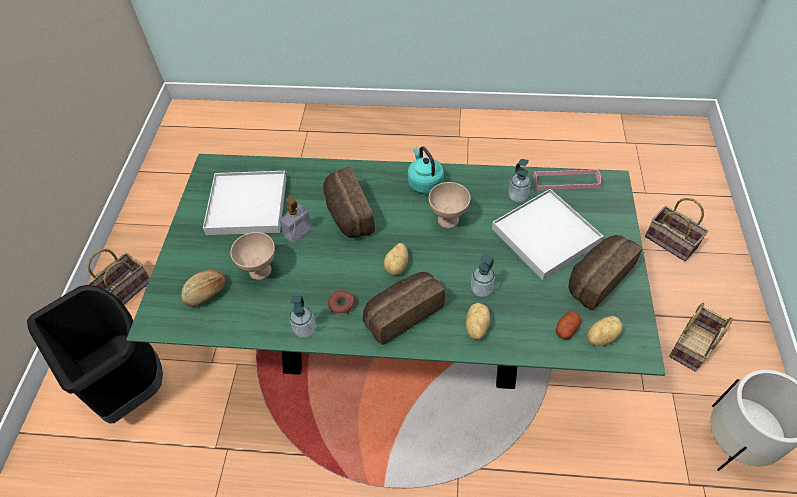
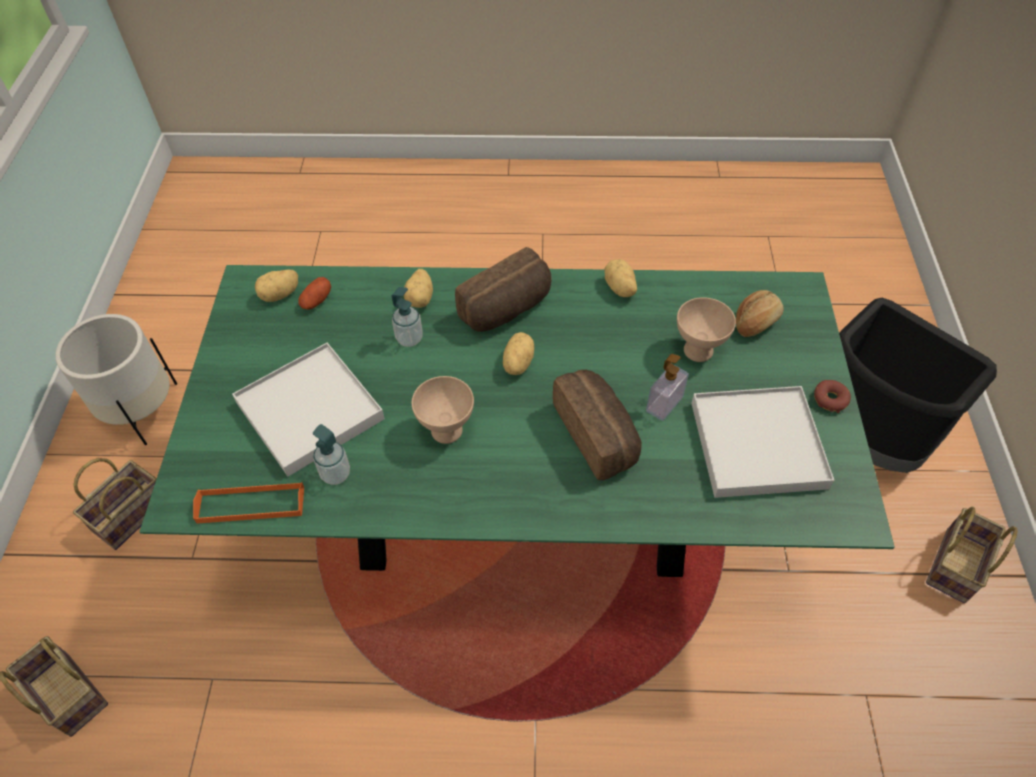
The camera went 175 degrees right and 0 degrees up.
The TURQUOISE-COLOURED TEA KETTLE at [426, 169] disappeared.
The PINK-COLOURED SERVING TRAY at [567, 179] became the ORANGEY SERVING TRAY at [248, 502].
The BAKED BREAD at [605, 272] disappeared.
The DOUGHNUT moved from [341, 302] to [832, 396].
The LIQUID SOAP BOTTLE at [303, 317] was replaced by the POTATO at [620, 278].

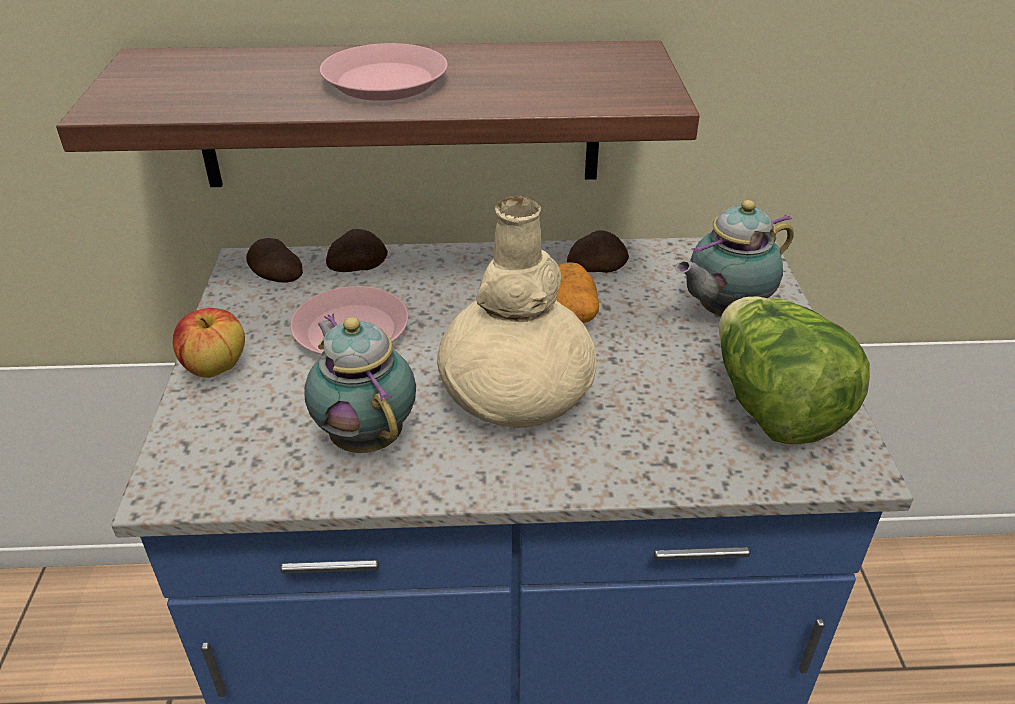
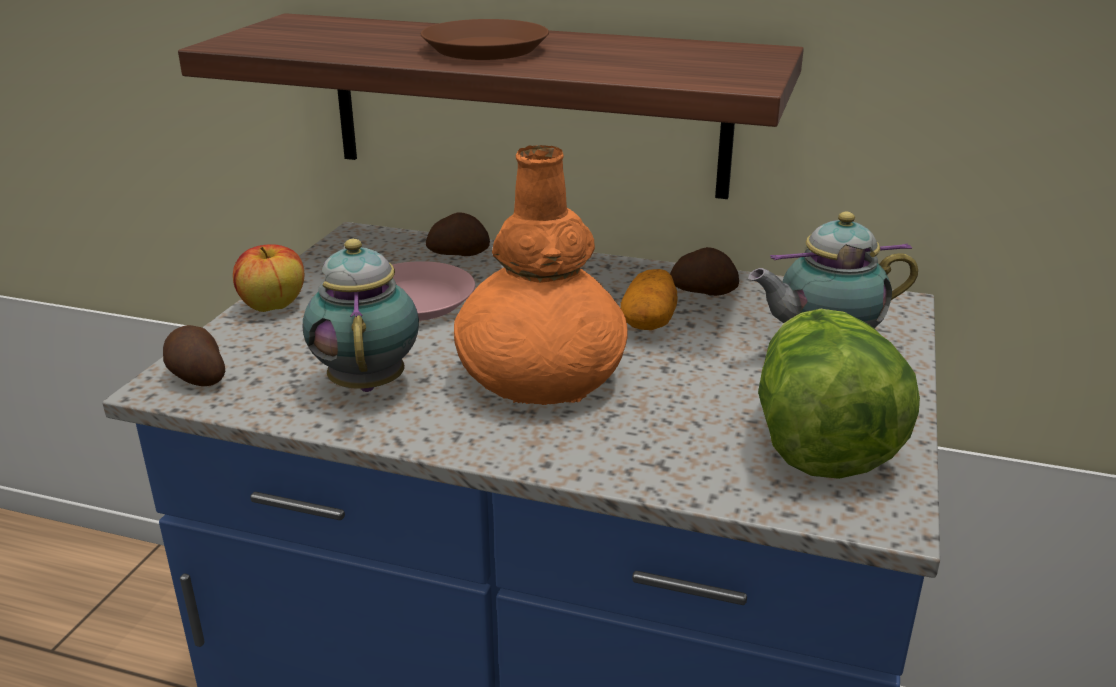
The camera went 20 degrees right and 10 degrees down.
The PINK-COLOURED FLAT DISH at [384, 72] became the BROWNISH FLAT DISH at [485, 39].
The BEIGE DECORATIVE VASE at [517, 312] became the ORANGEY DECORATIVE VASE at [540, 275].
The POTATO moved from [274, 260] to [194, 355].

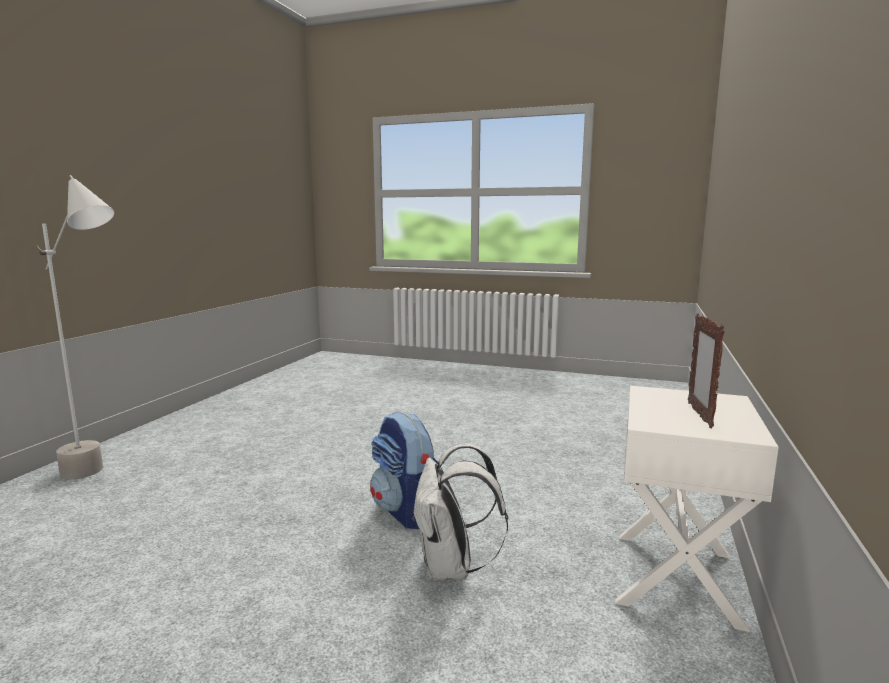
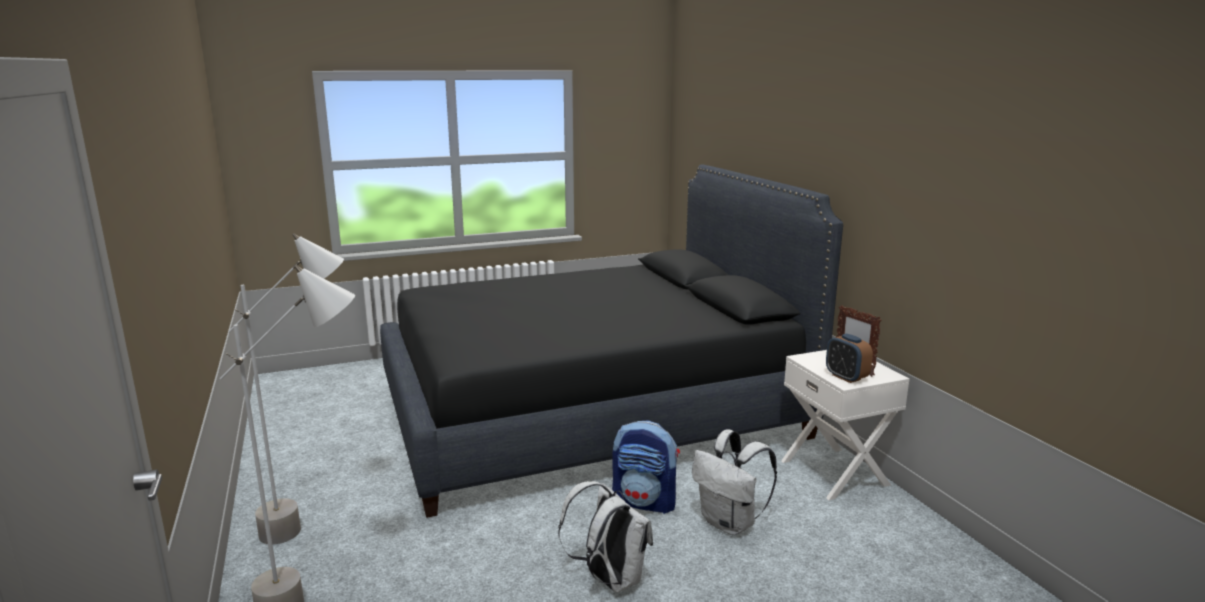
The camera went 40 degrees left and 5 degrees up.
The BLACKISH SLEEPING BED at [611, 341] appeared.
The GREY STANDING LAMP at [286, 388] appeared.
The ALARM CLOCK at [849, 358] appeared.
The WHITE-COLOURED RUCKSACK at [605, 537] appeared.

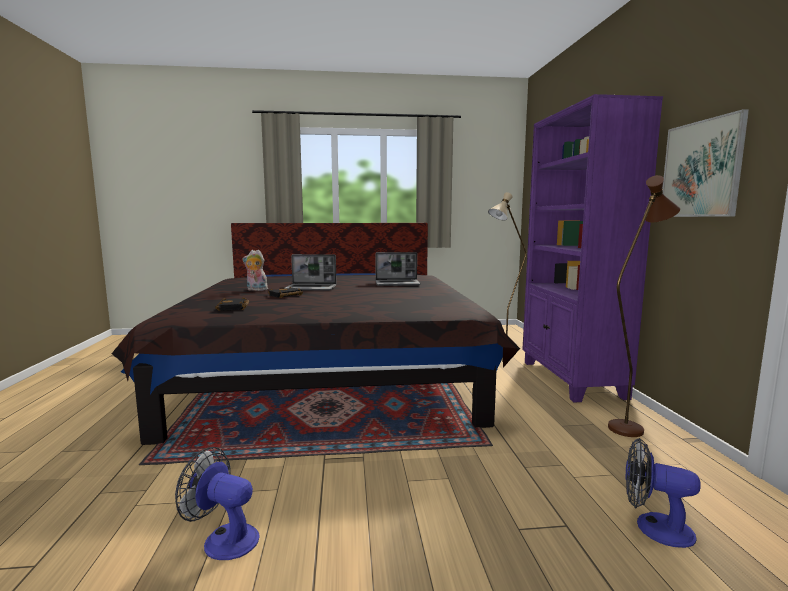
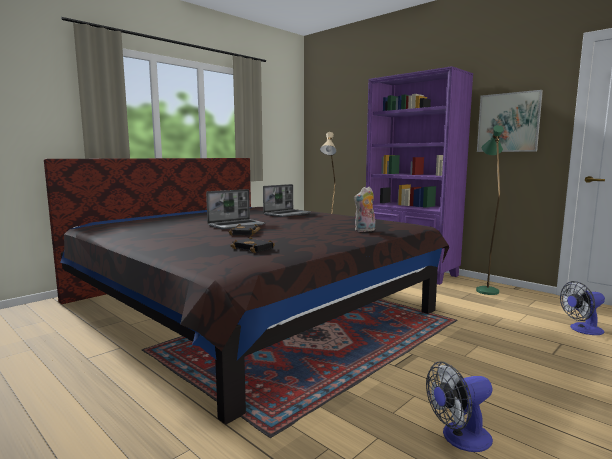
The camera went 40 degrees left and 0 degrees up.
The BROWNISH STANDING LAMP at [644, 306] became the GREENISH STANDING LAMP at [490, 210].
The SOFT TOY moved from [255, 270] to [364, 209].

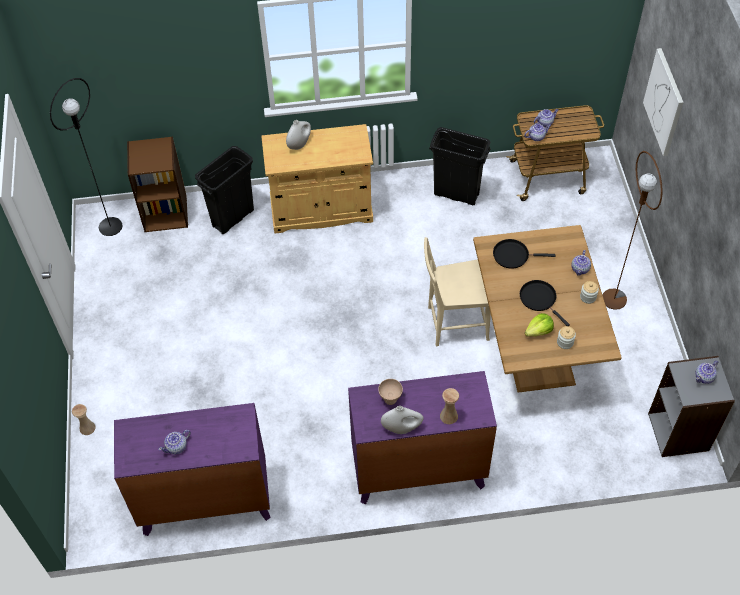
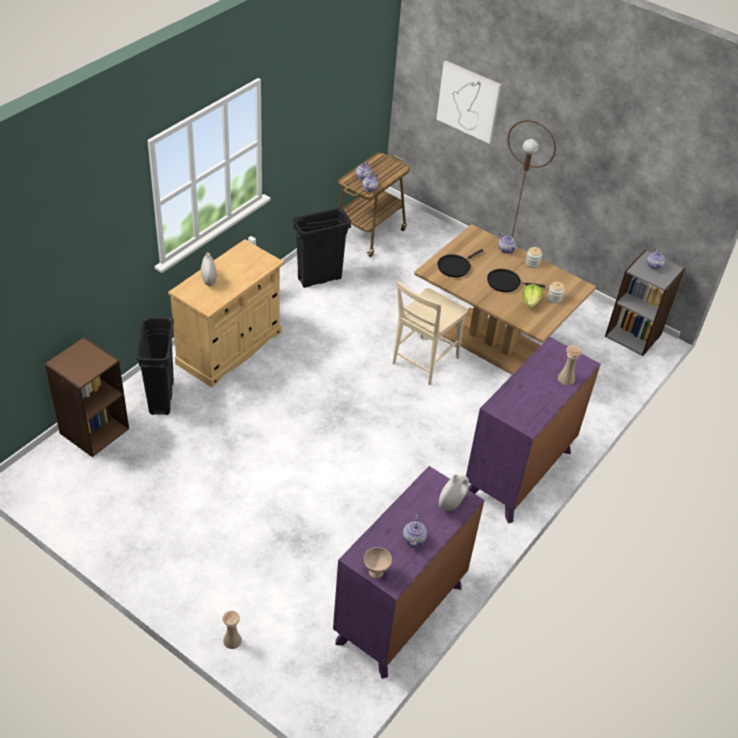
The camera went 50 degrees left and 10 degrees down.
The BLACKISH STANDING LAMP at [86, 157] disappeared.
The BEIGE SERVING BOWL moved from [390, 392] to [378, 563].
The WHITE-COLOURED DECORATIVE VASE moved from [402, 420] to [454, 492].

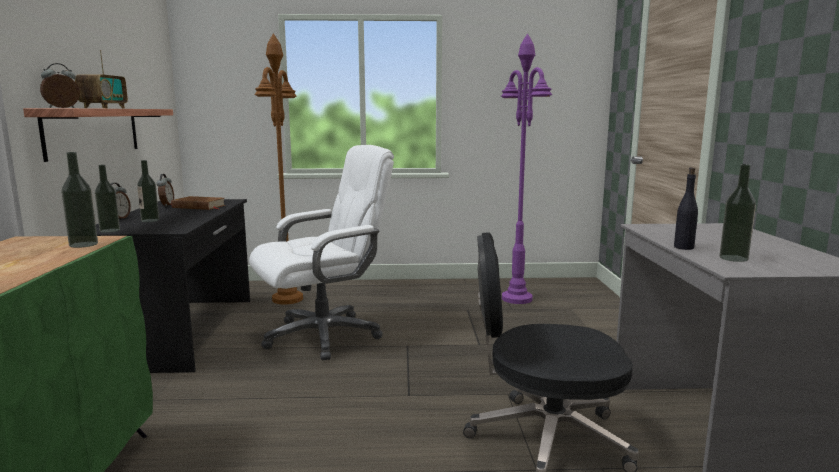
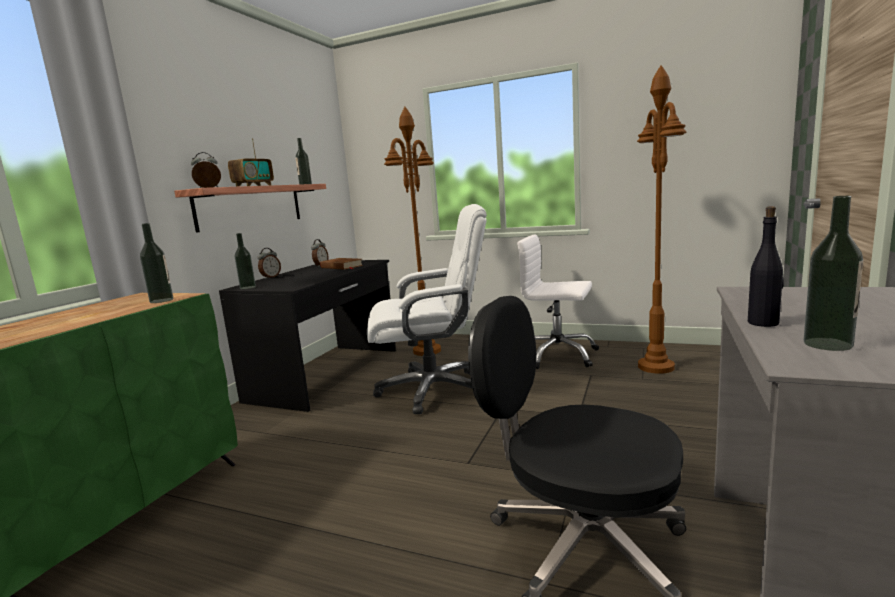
The camera went 25 degrees right and 0 degrees up.
The PURPLISH STANDING LAMP at [526, 169] became the BROWNISH STANDING LAMP at [661, 219].
The DRINK BOTTLE moved from [148, 191] to [303, 161].
The WHITE-COLOURED COMPUTER CHAIR at [558, 301] appeared.

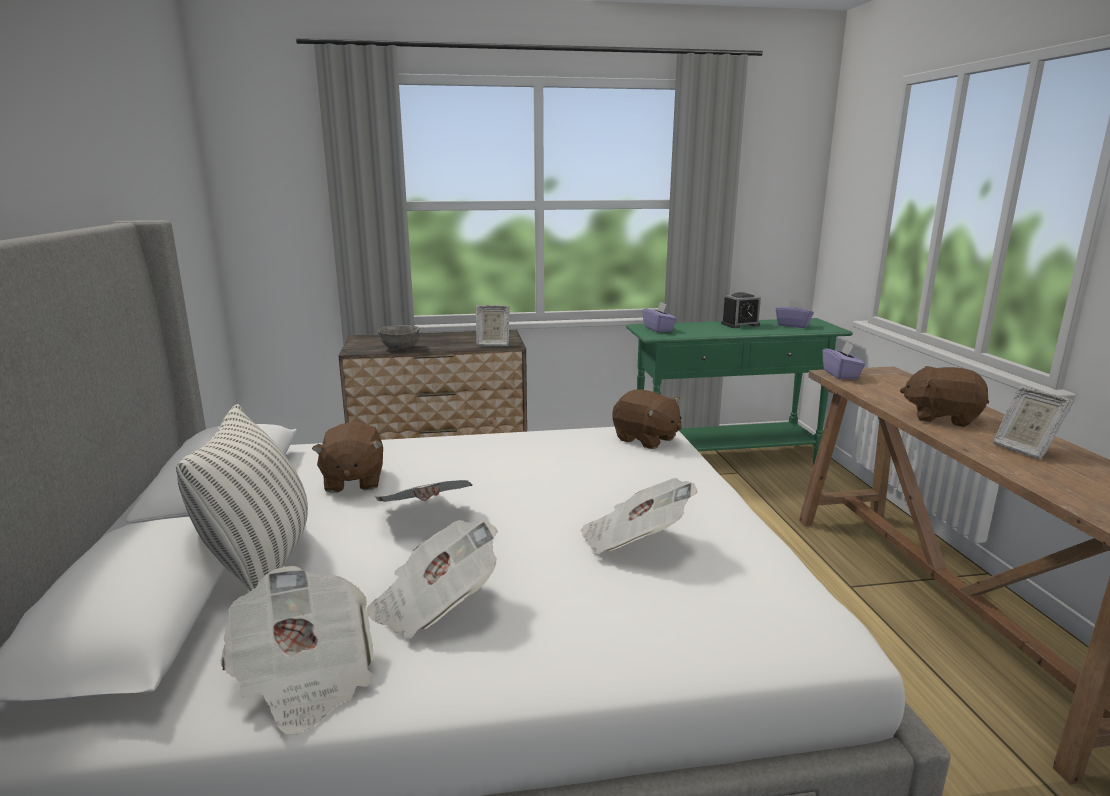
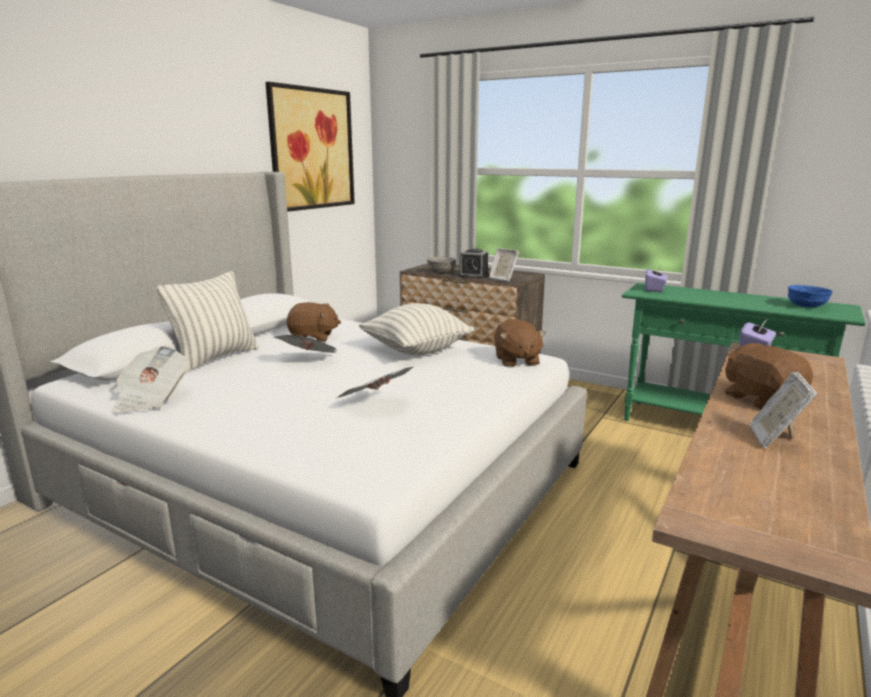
The camera went 40 degrees right and 0 degrees up.
The ALARM CLOCK moved from [741, 310] to [473, 263].
The PURPLISH TISSUE HOLDER at [795, 313] was replaced by the BLUE SERVING BOWL at [810, 296].
The BROWNISH SOFT TOY at [347, 457] turned 120 degrees counterclockwise.
The NEWSPAPER at [432, 579] disappeared.
The WALL PICTURE at [310, 147] appeared.
The THROW PILLOW at [417, 329] appeared.

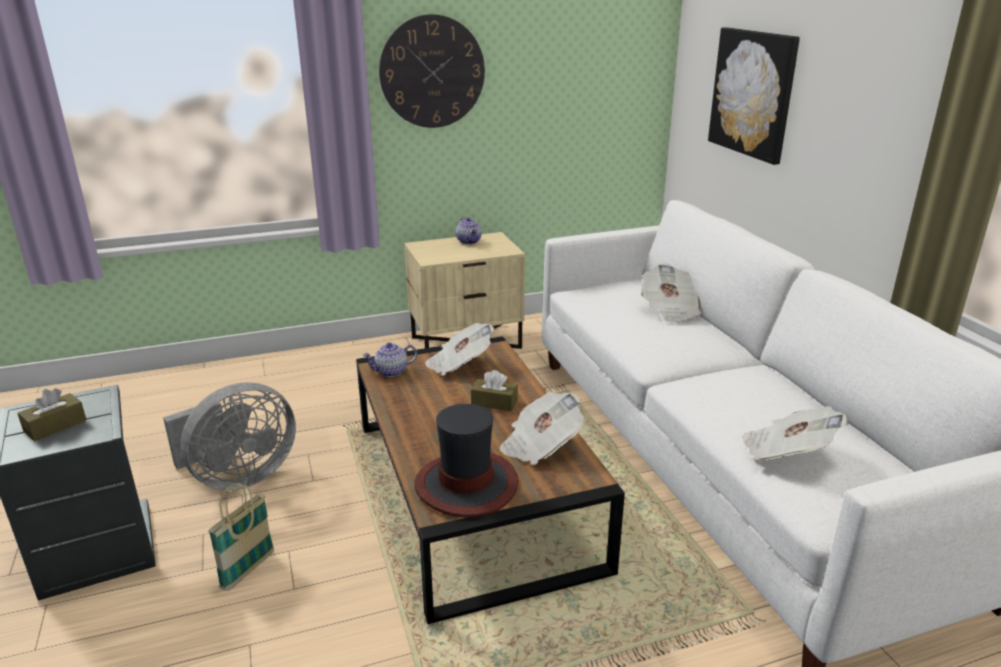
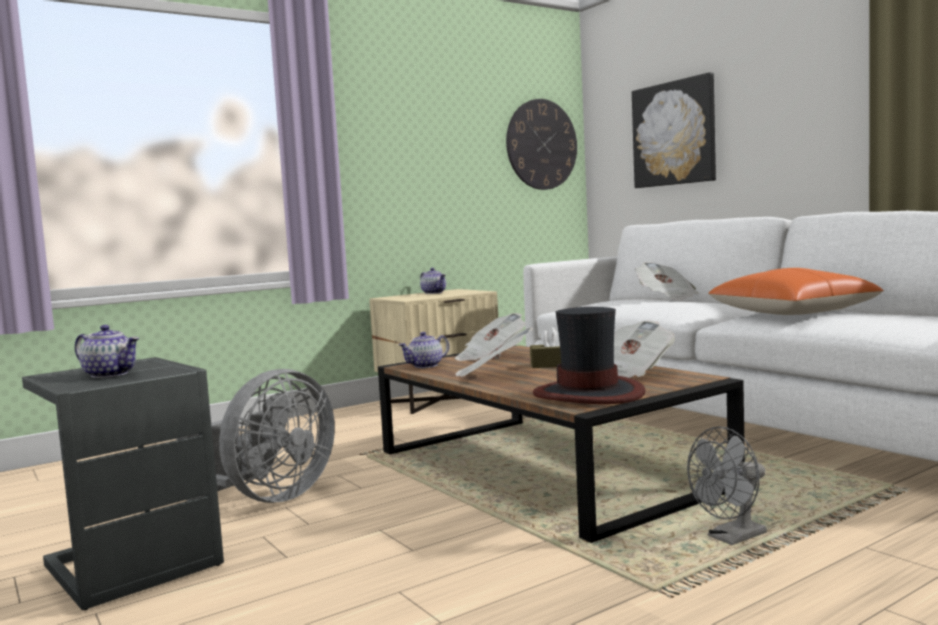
The camera went 15 degrees left and 20 degrees down.
The WALL CLOCK moved from [432, 71] to [541, 144].
The BROWNISH TISSUE HOLDER at [51, 414] was replaced by the POT FOR TEA at [107, 351].
The NEWSPAPER moved from [794, 433] to [494, 352].
The STORAGE BASKET at [241, 537] disappeared.
The ORANGEY THROW PILLOW at [796, 291] appeared.
The GREY ELECTRIC FAN at [727, 486] appeared.

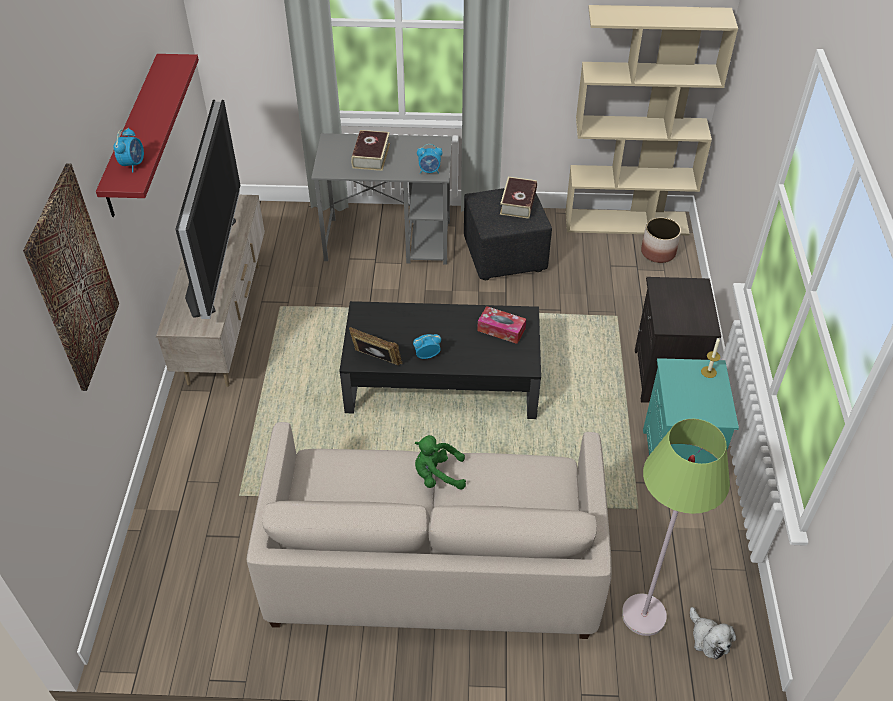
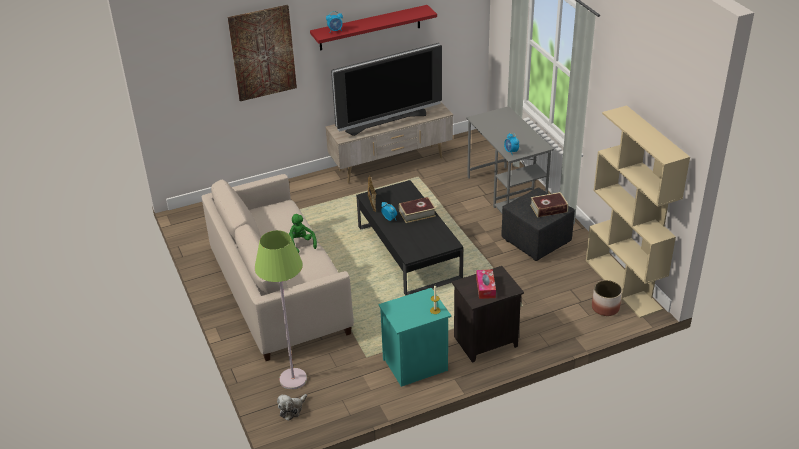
The camera went 65 degrees right and 10 degrees down.
The VOLUME moved from [370, 150] to [417, 210].
The TISSUE HOLDER moved from [501, 325] to [486, 284].

